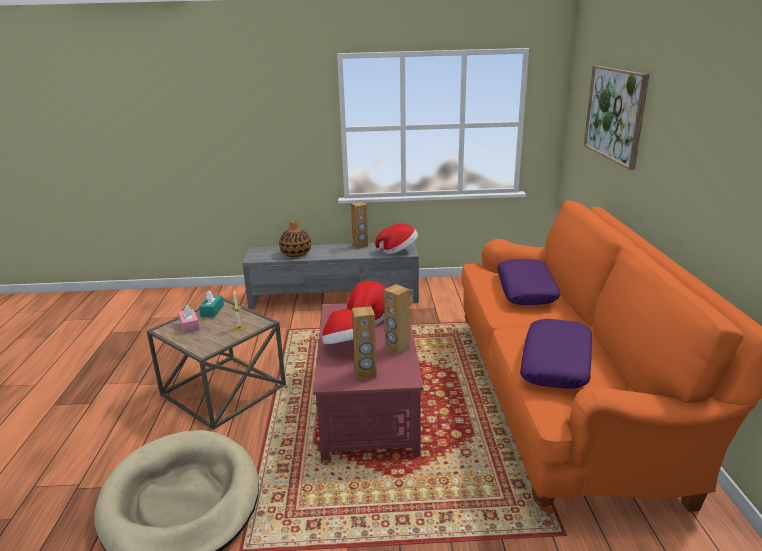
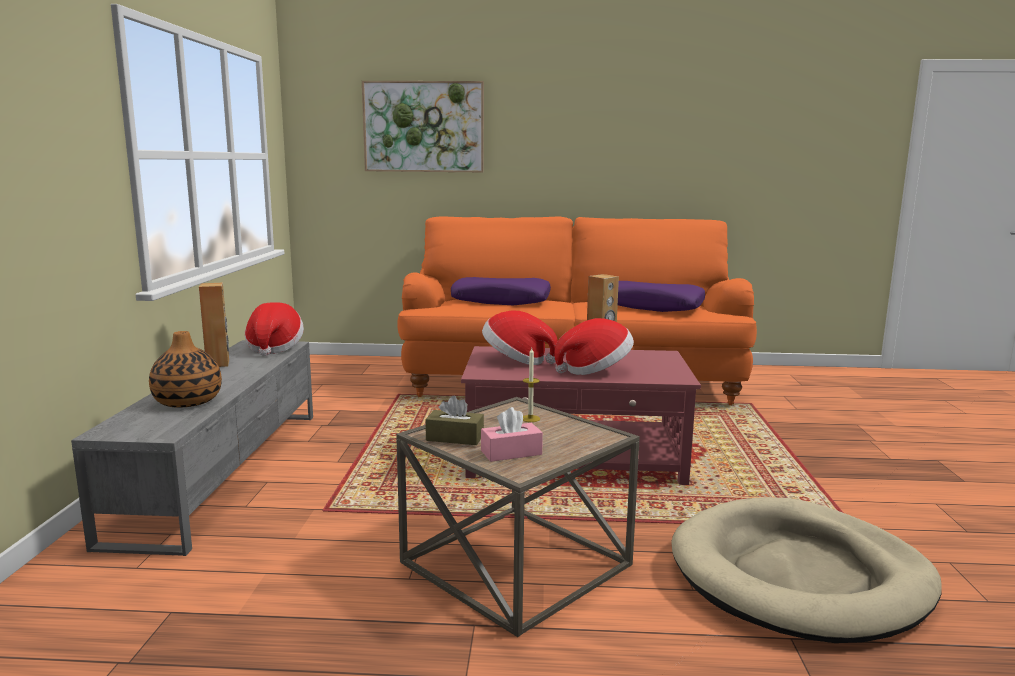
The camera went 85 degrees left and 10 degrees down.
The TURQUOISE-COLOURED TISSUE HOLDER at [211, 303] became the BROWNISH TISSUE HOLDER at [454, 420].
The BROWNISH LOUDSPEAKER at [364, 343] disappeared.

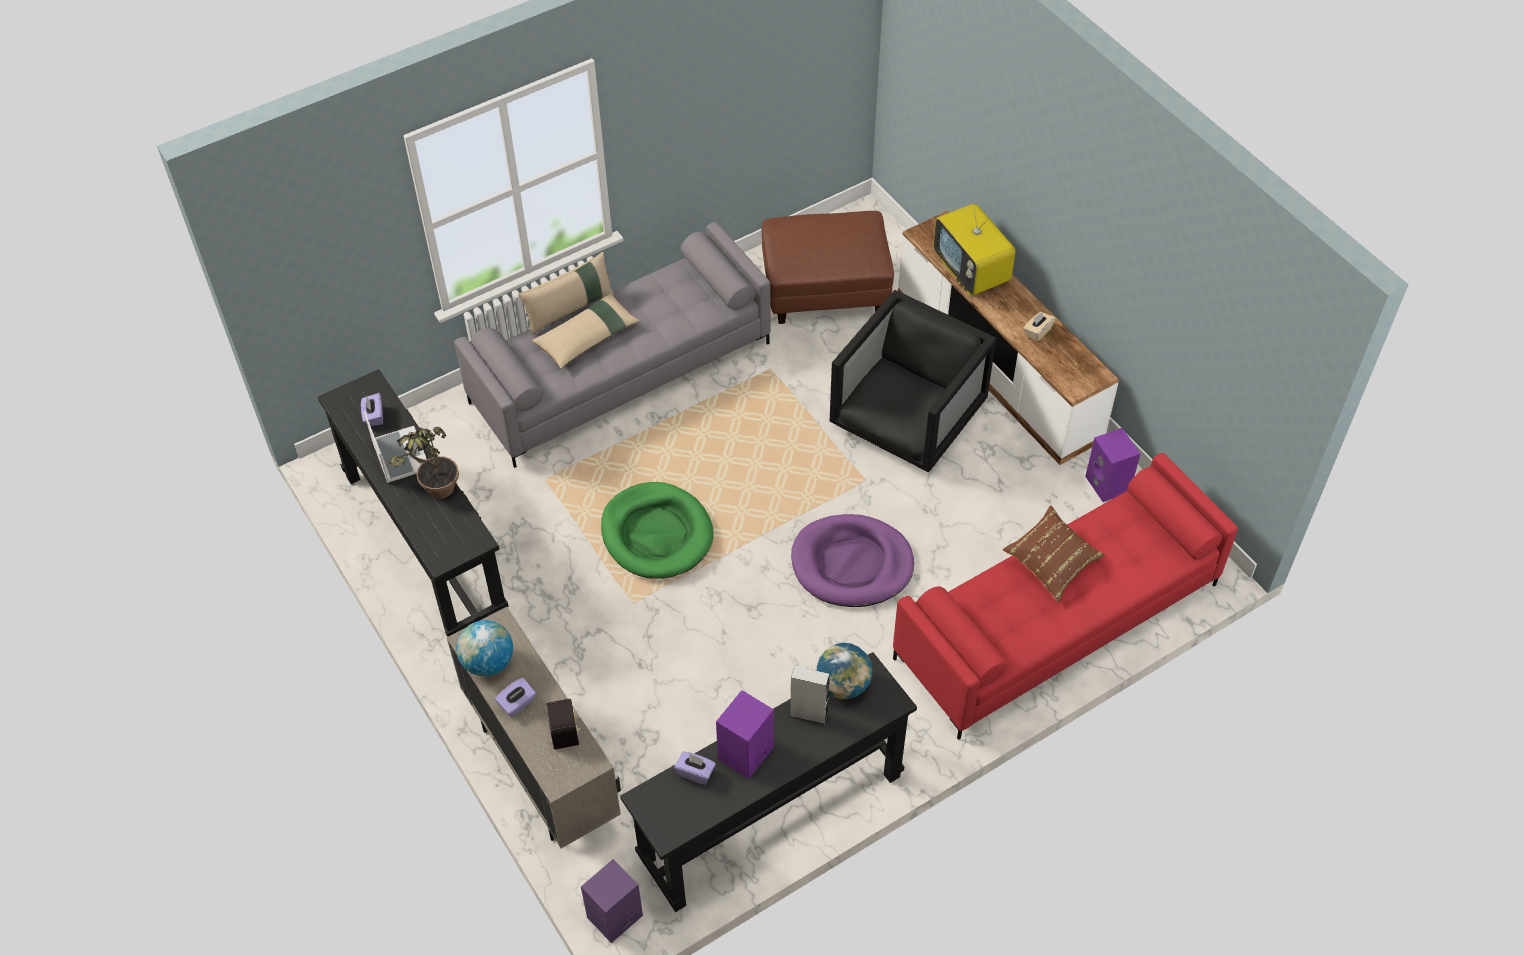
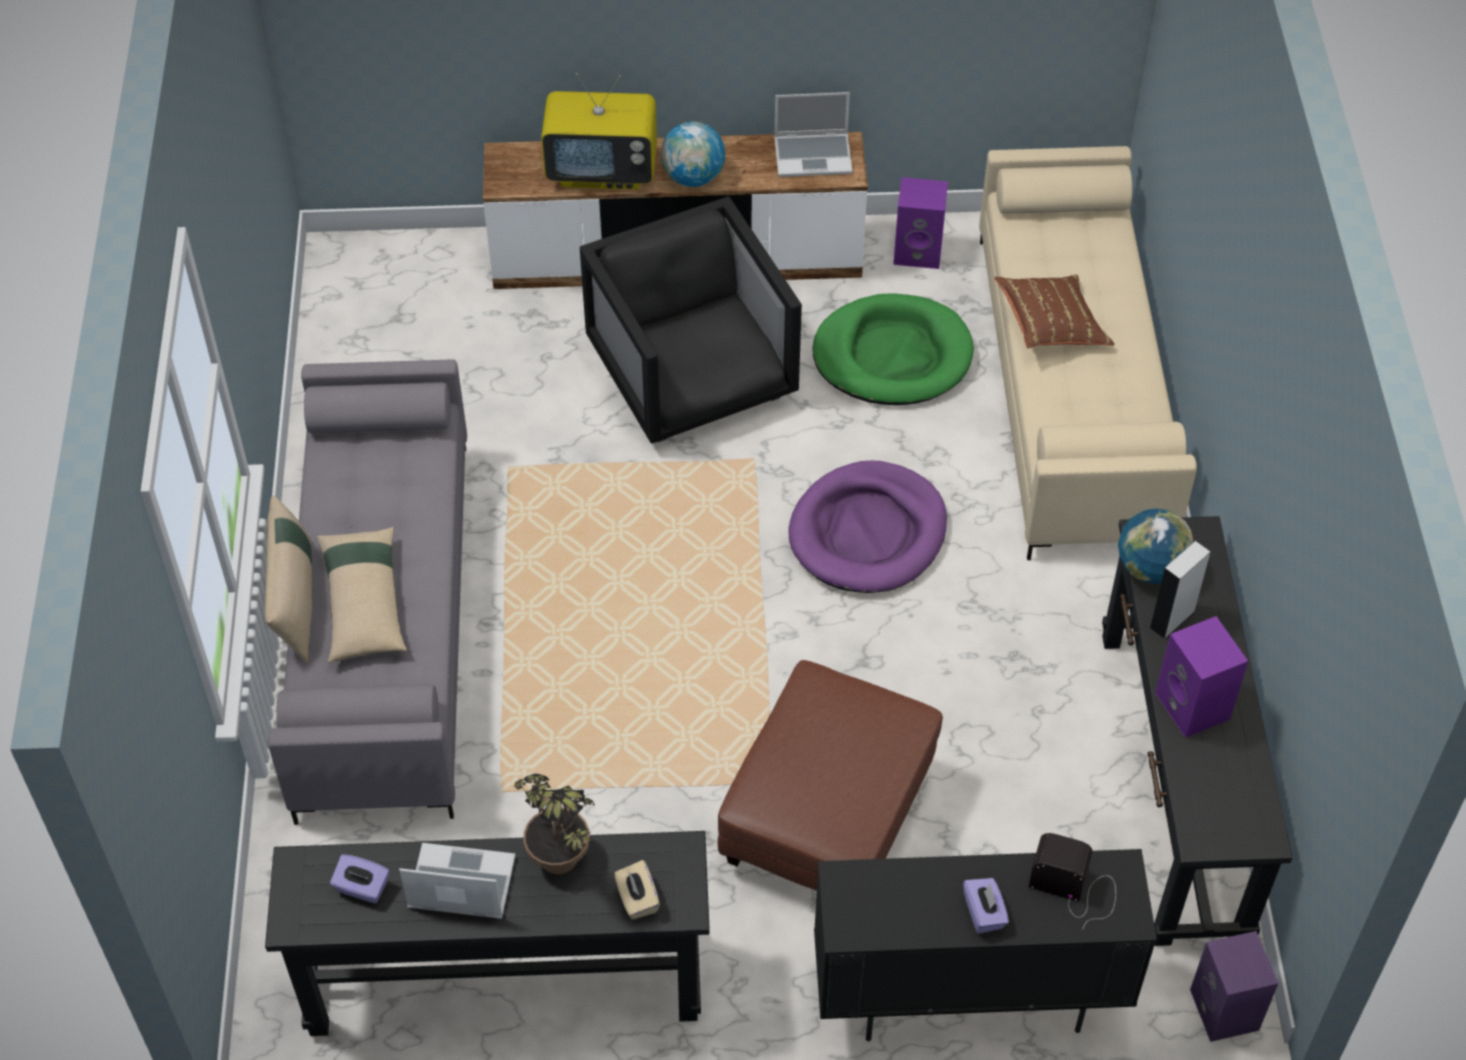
The camera went 60 degrees left and 0 degrees up.
The BROWNISH OTTOMAN moved from [828, 267] to [830, 775].
The BEIGE TISSUE HOLDER moved from [1039, 327] to [637, 889].
The REDDISH SOFA at [1065, 596] became the BEIGE SOFA at [1088, 353].
The GREENISH DOG BED moved from [657, 530] to [893, 349].
The BEIGE CABINET at [534, 727] became the BLACKISH CABINET at [985, 945].
The DESK GLOBE moved from [485, 648] to [693, 154].
The PURPLISH TISSUE HOLDER at [695, 768] disappeared.
The PORTABLE COMPUTER at [813, 134] appeared.

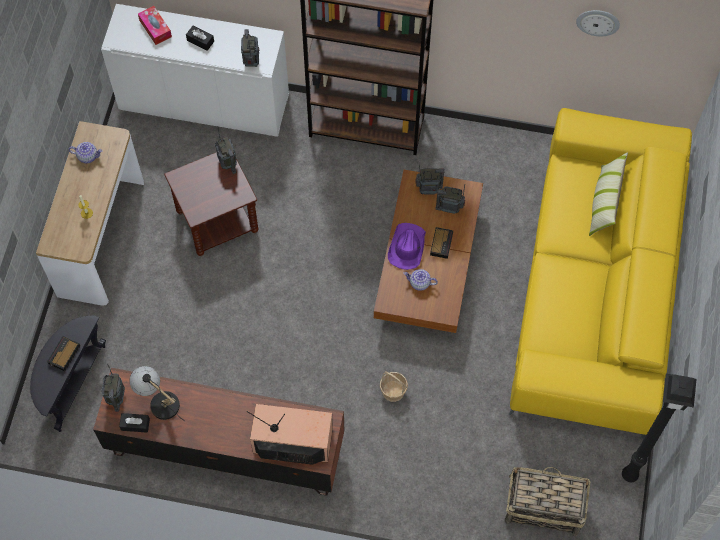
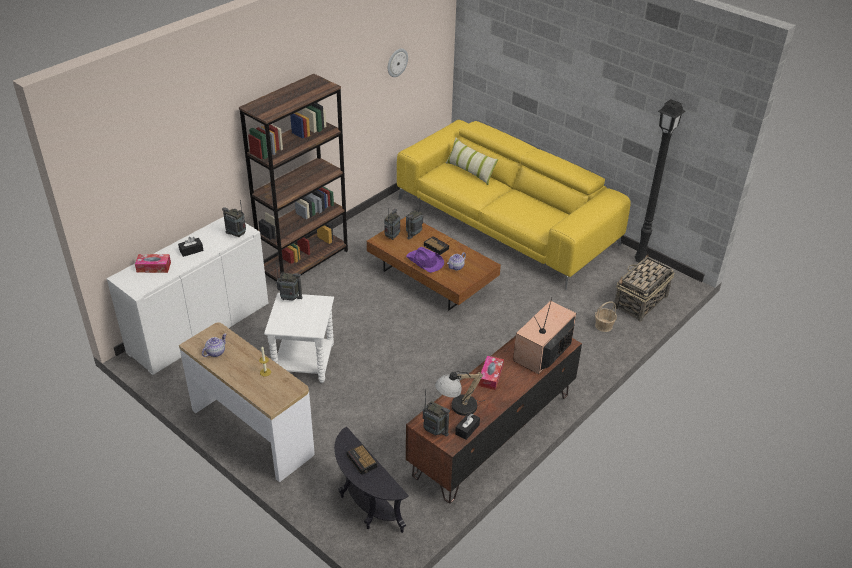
The camera went 60 degrees left and 25 degrees down.
The BROWNISH ACCENT TABLE at [211, 204] became the WHITE-COLOURED ACCENT TABLE at [299, 338].
The STORAGE BASKET moved from [394, 386] to [606, 316].
The TISSUE HOLDER at [491, 373] appeared.

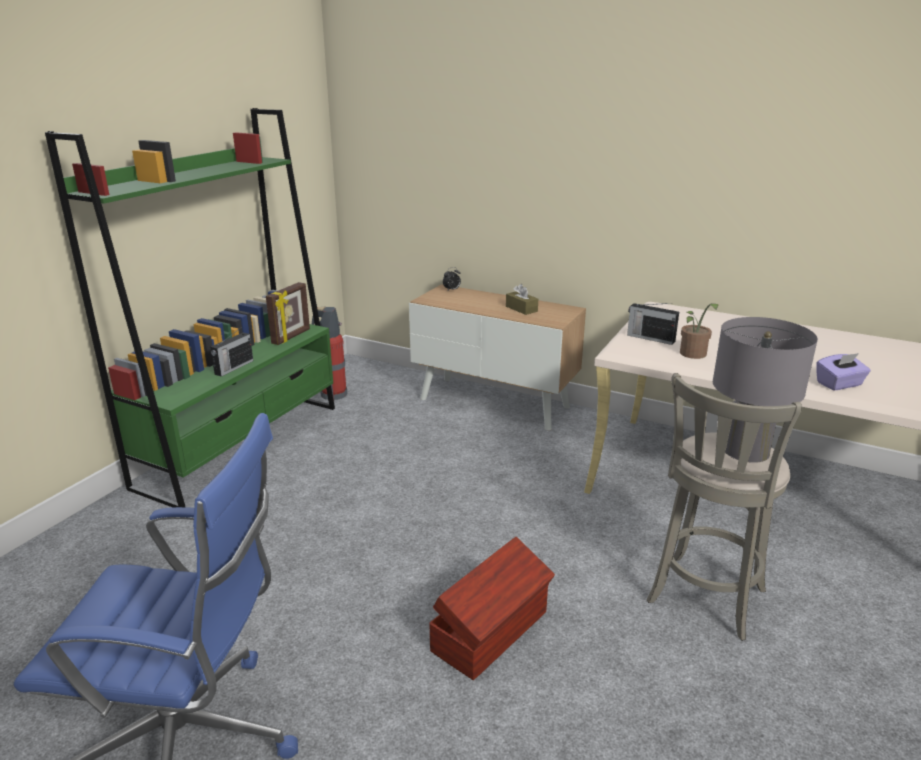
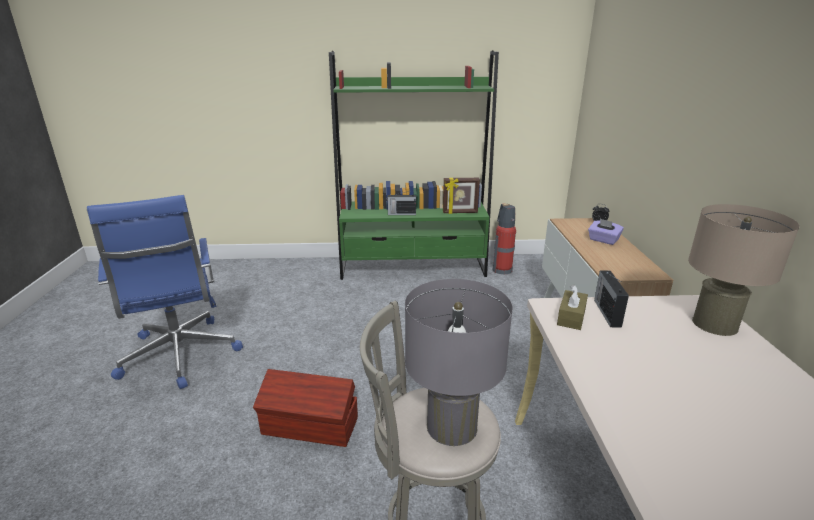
The camera went 60 degrees right and 0 degrees up.
The BROWNISH TISSUE HOLDER moved from [522, 299] to [572, 307].
The PLANT IN A POT at [699, 331] disappeared.
The PURPLISH TISSUE HOLDER moved from [844, 371] to [606, 232].
The BEIGE LAMP FOR A TABLE at [744, 270] appeared.

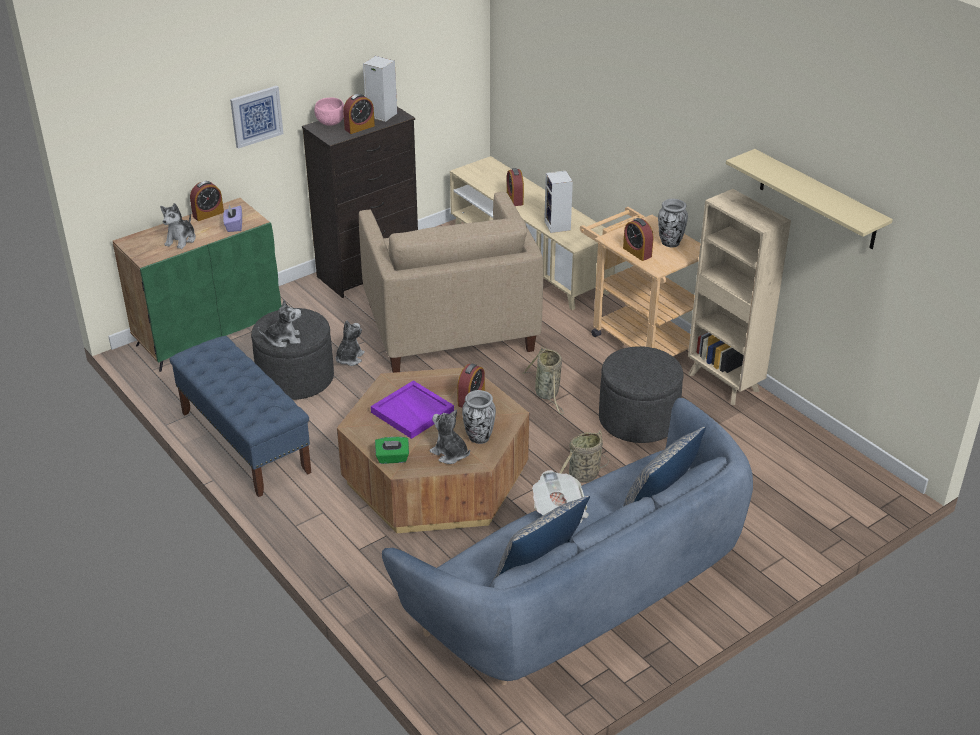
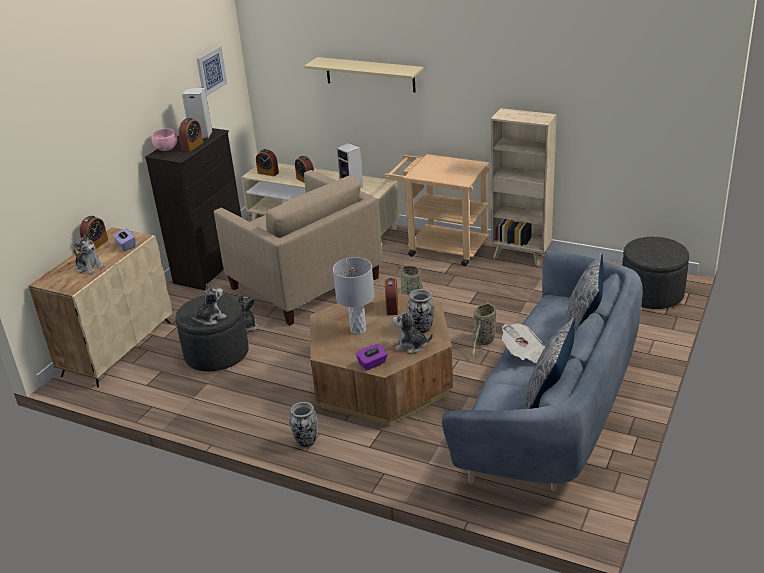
The camera went 25 degrees left and 5 degrees down.
The WALL PICTURE moved from [256, 117] to [212, 71].
The BEIGE SHELF moved from [809, 199] to [364, 74].
The GREENISH CABINET at [197, 285] became the BEIGE CABINET at [100, 307].
The DECORATIVE VASE moved from [673, 223] to [303, 424].
The SOFT TOY at [178, 226] turned 45 degrees counterclockwise.
The ALARM CLOCK moved from [638, 239] to [267, 162].
The BLUE INDOOR BENCH at [240, 416] disappeared.
The GREY OTTOMAN moved from [641, 394] to [655, 273].
The PURPLISH SERVING TRAY at [412, 409] was replaced by the GREY LAMP FOR A TABLE at [353, 295].
The GREENISH TISSUE HOLDER at [392, 450] became the PURPLISH TISSUE HOLDER at [371, 357].

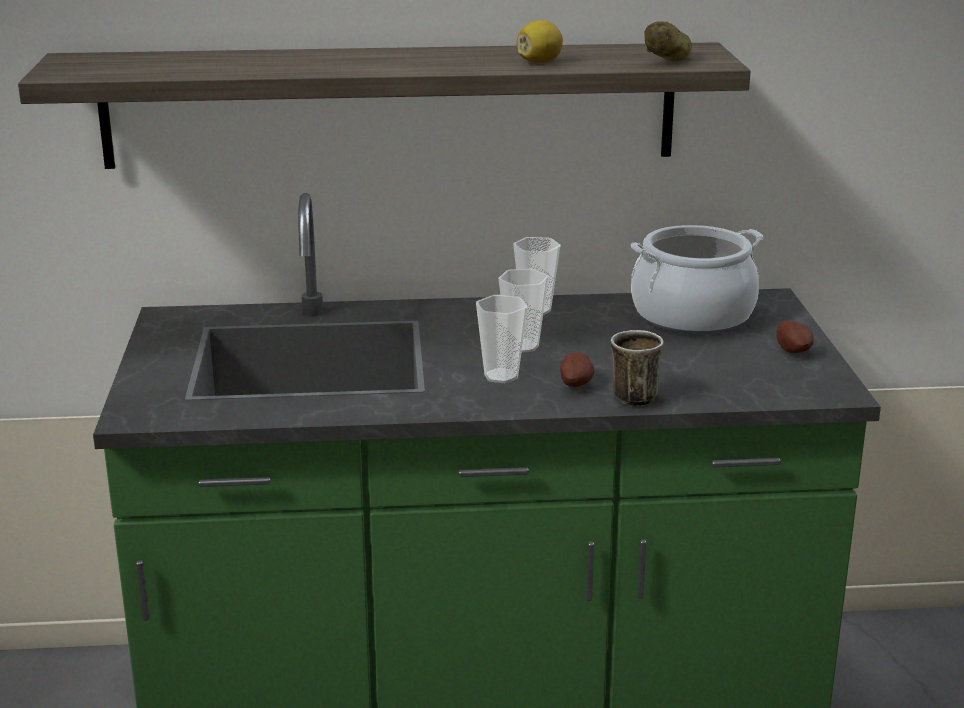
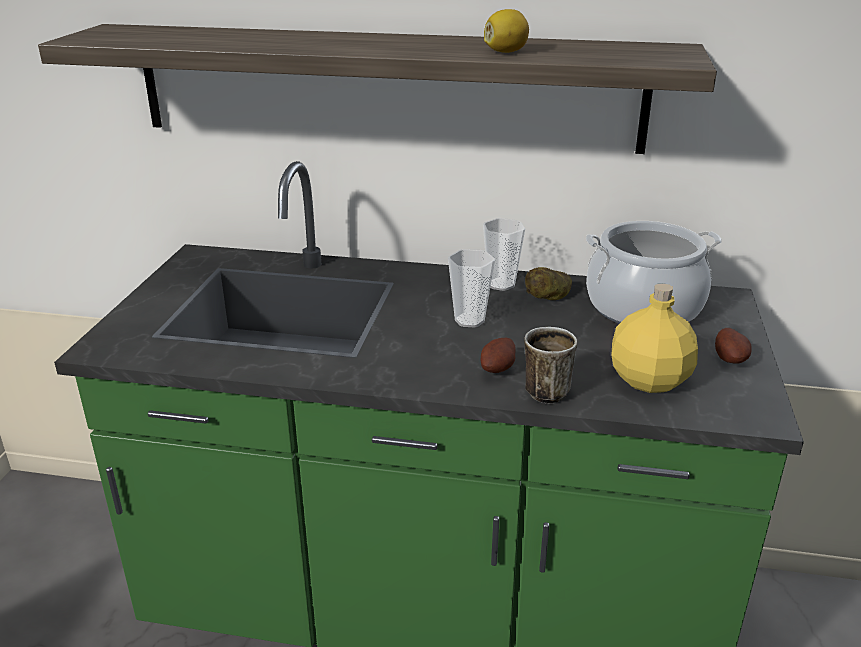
The camera went 15 degrees right and 5 degrees up.
The POTATO moved from [668, 41] to [548, 283].
The SMALL CUP at [502, 339] disappeared.
The YELLOWISH DRINK BOTTLE at [654, 338] appeared.

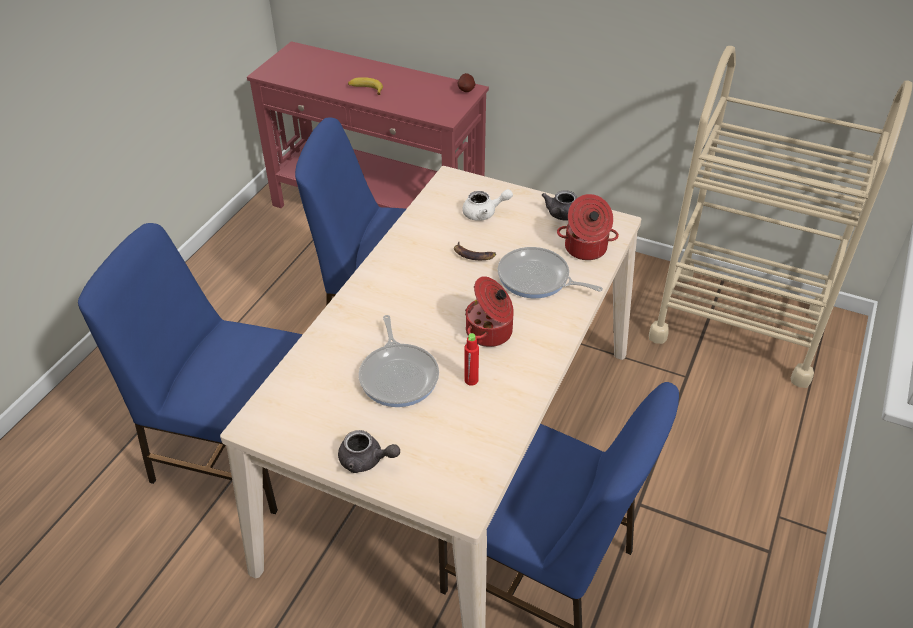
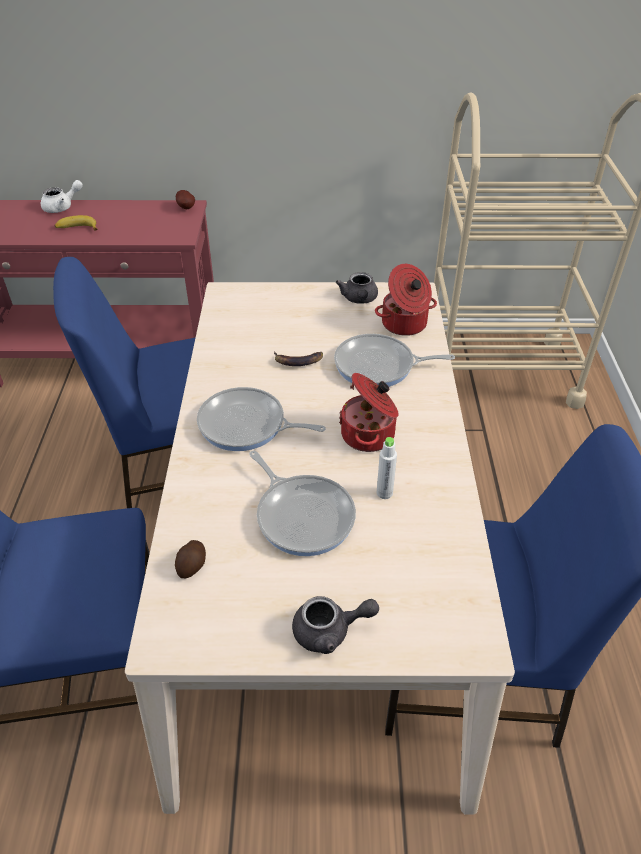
The camera went 25 degrees left and 0 degrees up.
The WHITE-COLOURED POT FOR TEA moved from [487, 205] to [62, 196].
The REDDISH DRINK BOTTLE at [472, 359] became the WHITE-COLOURED DRINK BOTTLE at [387, 468].
The SKILLET at [261, 419] appeared.
The POTATO at [190, 559] appeared.

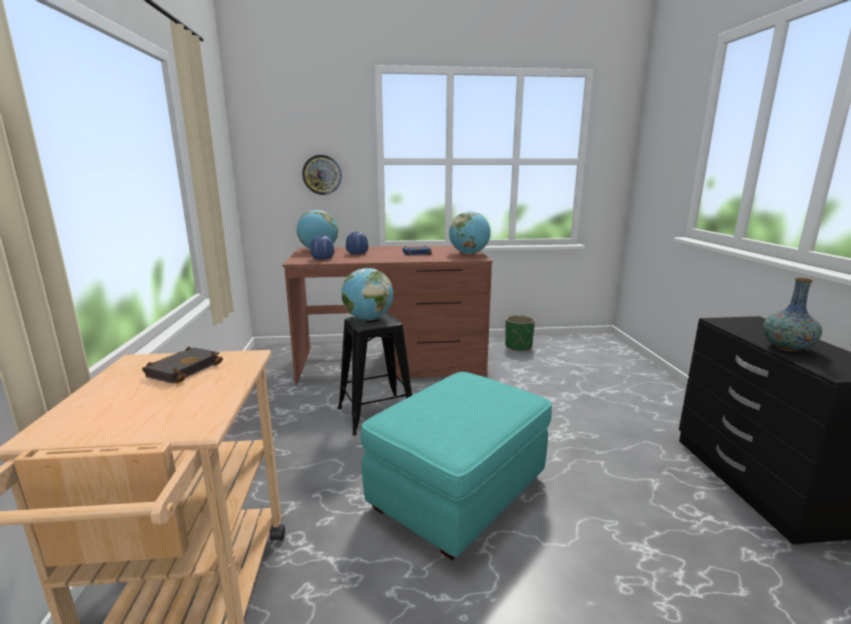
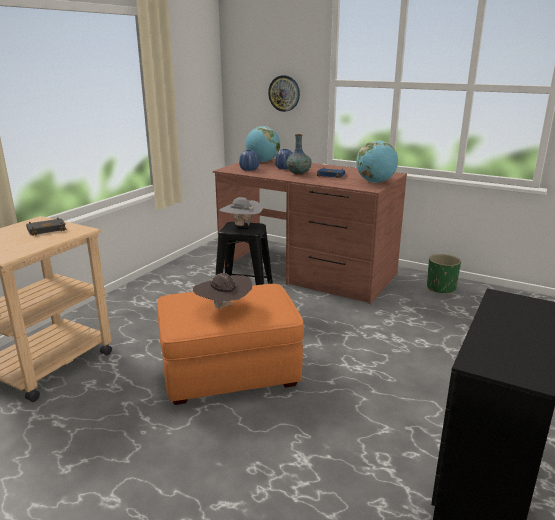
The camera went 35 degrees right and 5 degrees up.
The DESK GLOBE at [367, 294] was replaced by the GREY CLOTHING HAT at [241, 211].
The DECORATIVE VASE moved from [792, 314] to [299, 154].
The TURQUOISE-COLOURED OTTOMAN at [456, 466] became the ORANGEY OTTOMAN at [230, 344].
The BROWNISH CLOTHING HAT at [222, 291] appeared.

